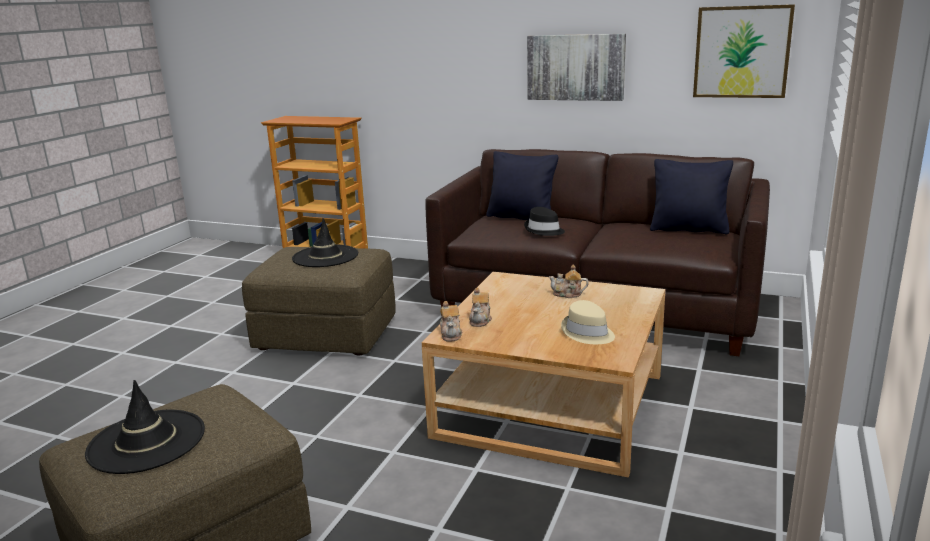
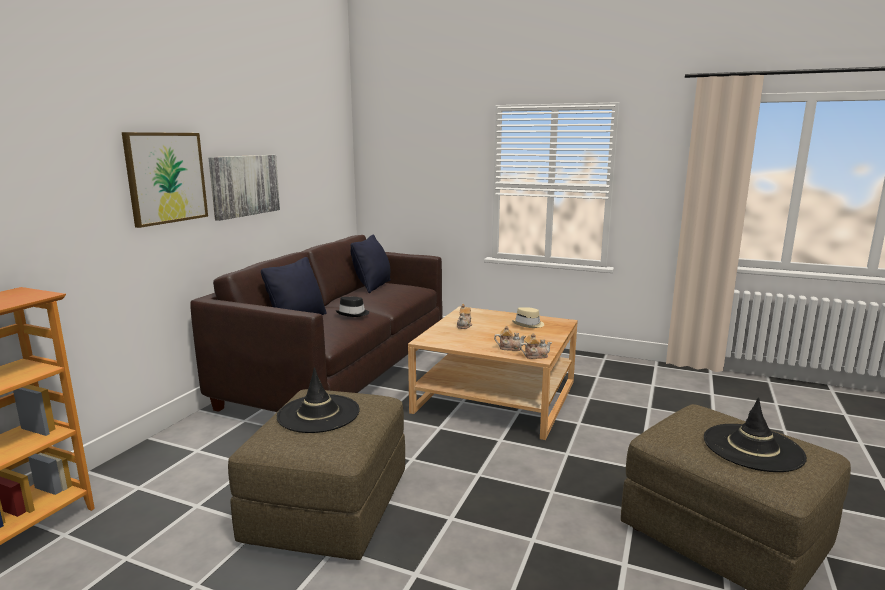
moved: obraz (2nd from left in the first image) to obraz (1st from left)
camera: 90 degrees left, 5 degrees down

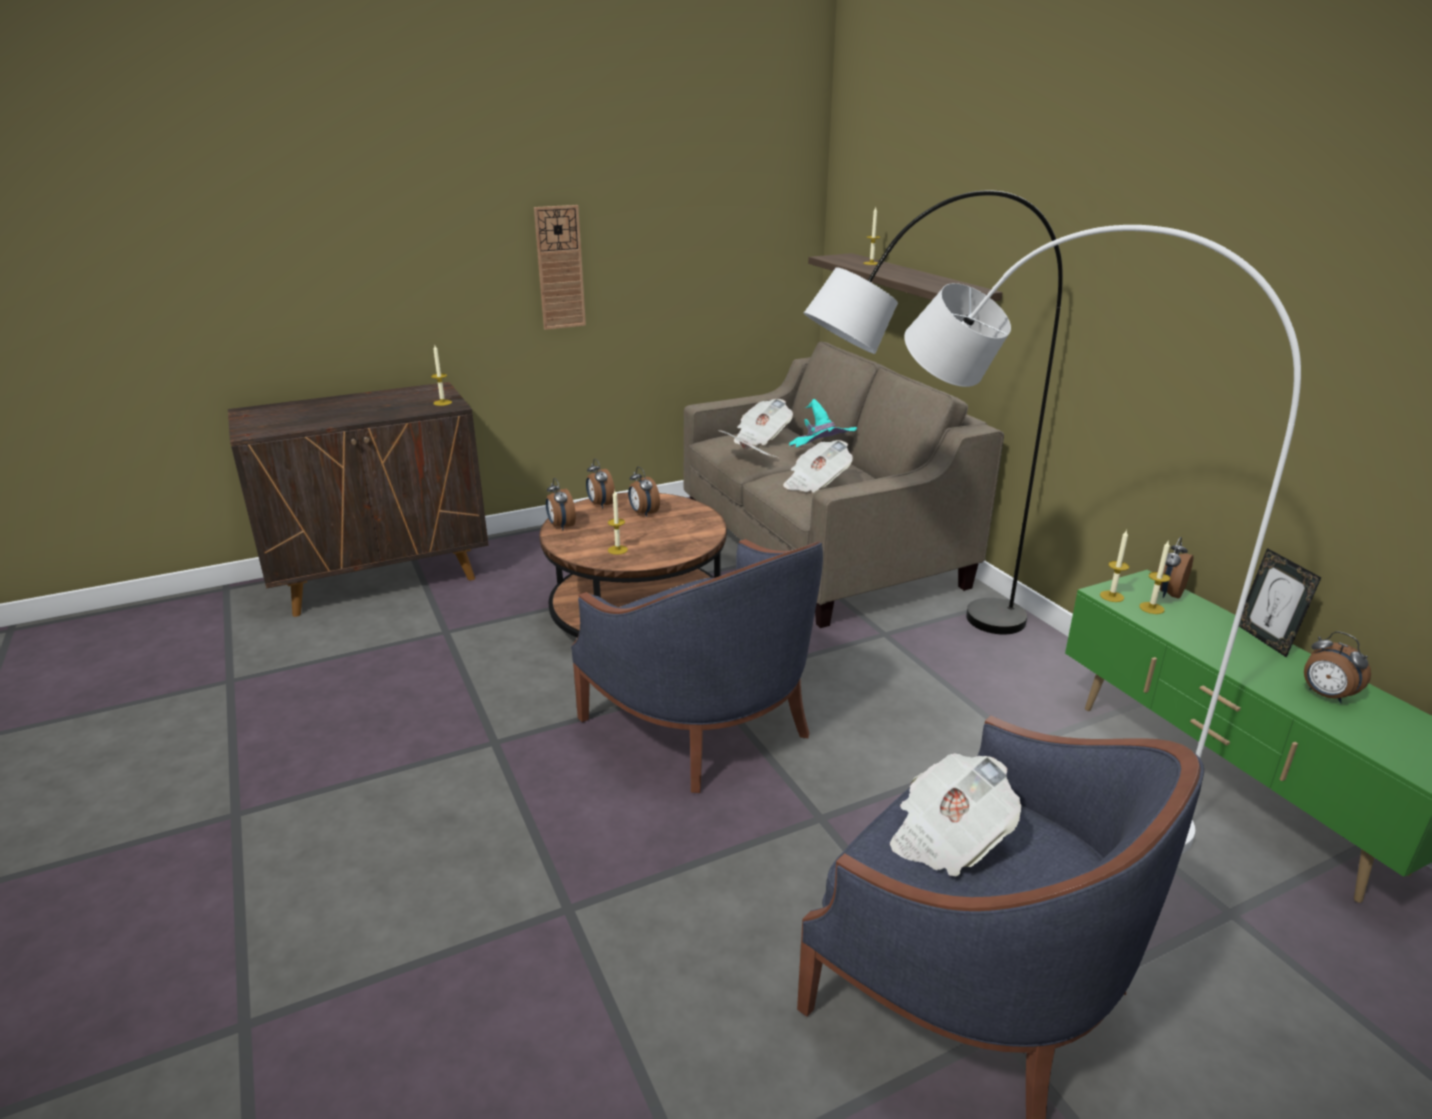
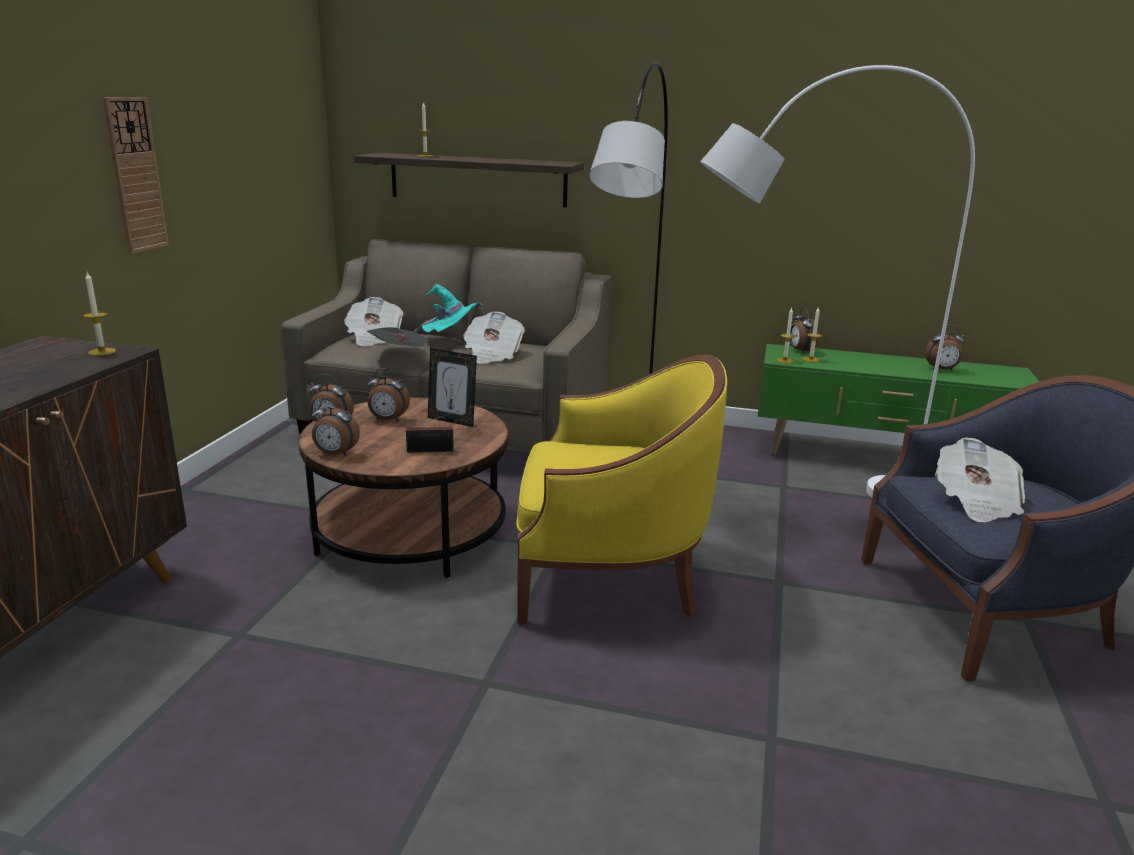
moved: ramka na zdjęcie
replaced: świeca (2nd from left) to radio
recoloured: fotel (niebieski) (1st from left) to fotel (żółty)
camera: 50 degrees left, 5 degrees down

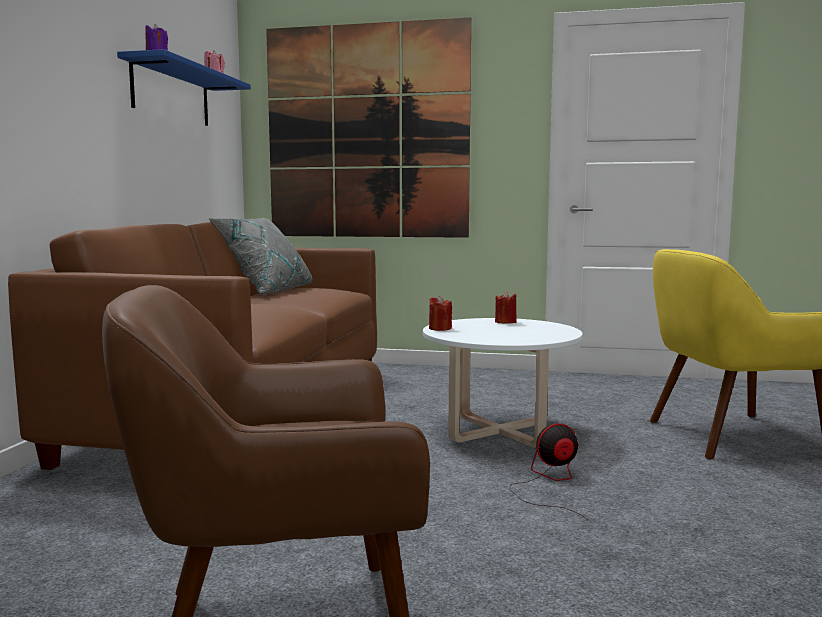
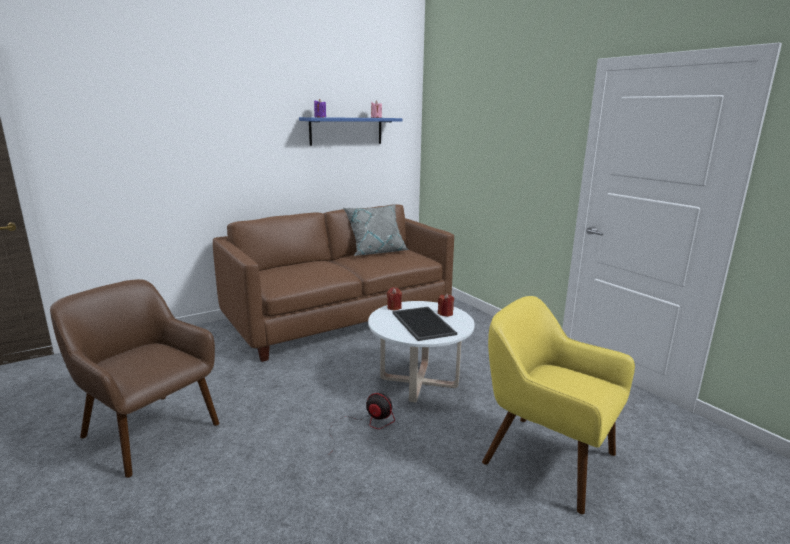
removed: obraz
added: taca
camera: 45 degrees right, 10 degrees up

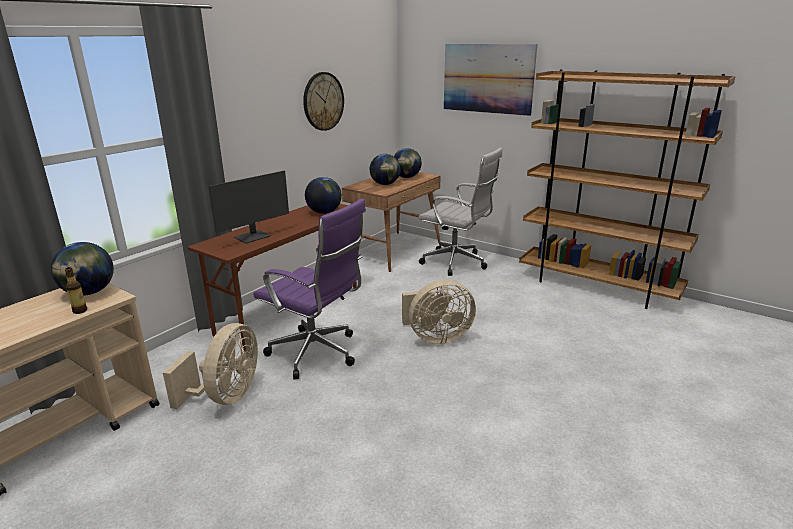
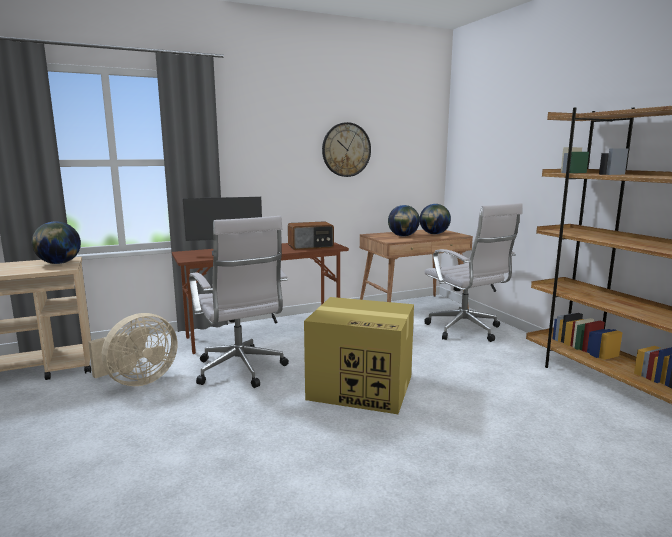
removed: butelka; obraz
replaced: globus (2nd from left) to radio; wentylator (beżowy) (2nd from left) to karton
recoloured: krzesło biurowe (fioletowy) to krzesło biurowe (biały) (1st from left)
camera: 30 degrees right, 10 degrees down

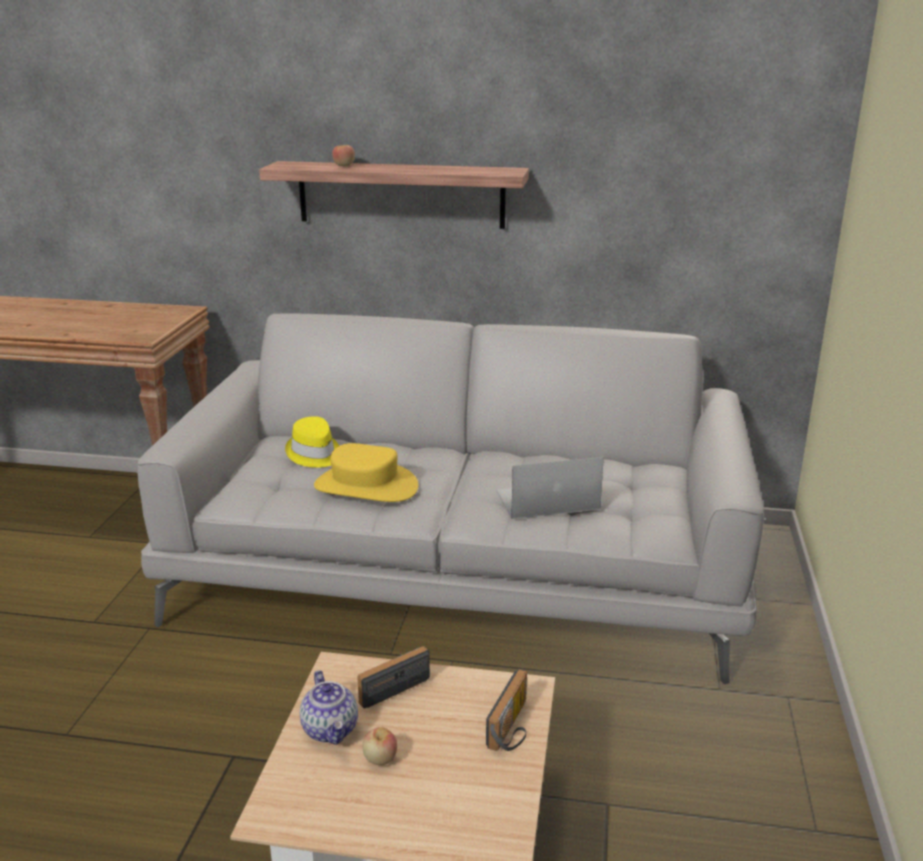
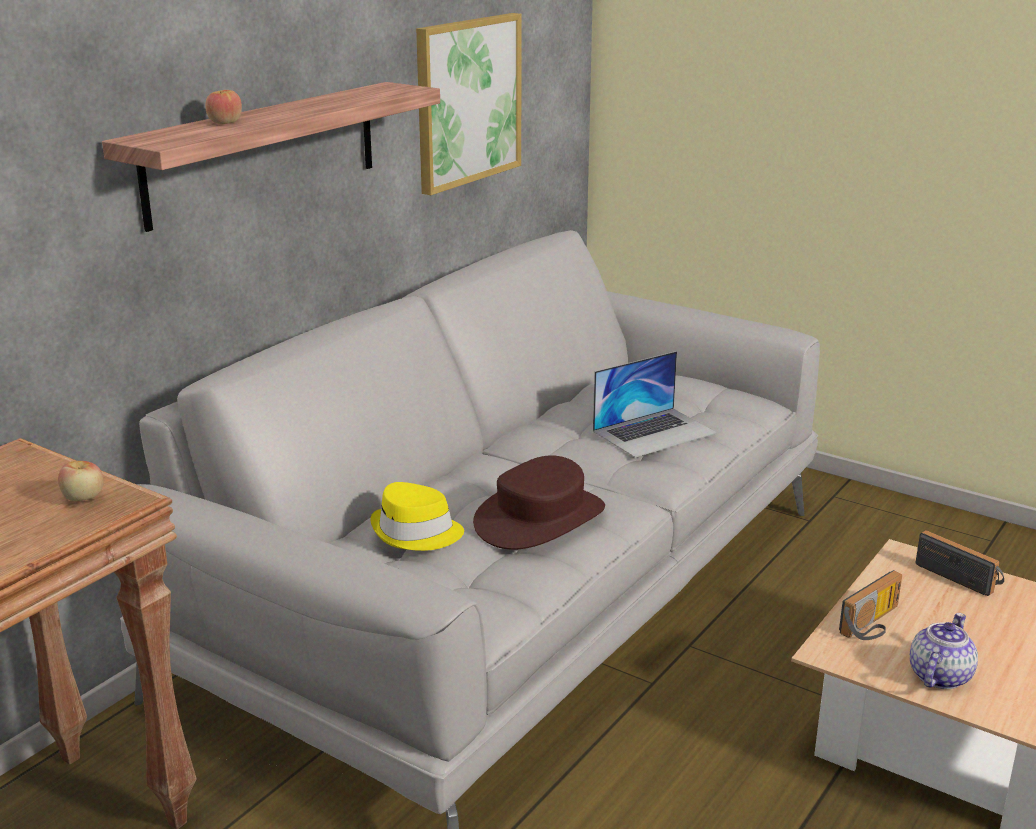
added: obraz
moved: jabłko (2nd from left in the first image) to jabłko (1st from left)
recoloured: kapelusz (żółty) (2nd from left) to kapelusz (brązowy)
turned: laptop 135 degrees counterclockwise; radio (1st from left) 120 degrees counterclockwise; imbryk 60 degrees counterclockwise
camera: 65 degrees left, 0 degrees up

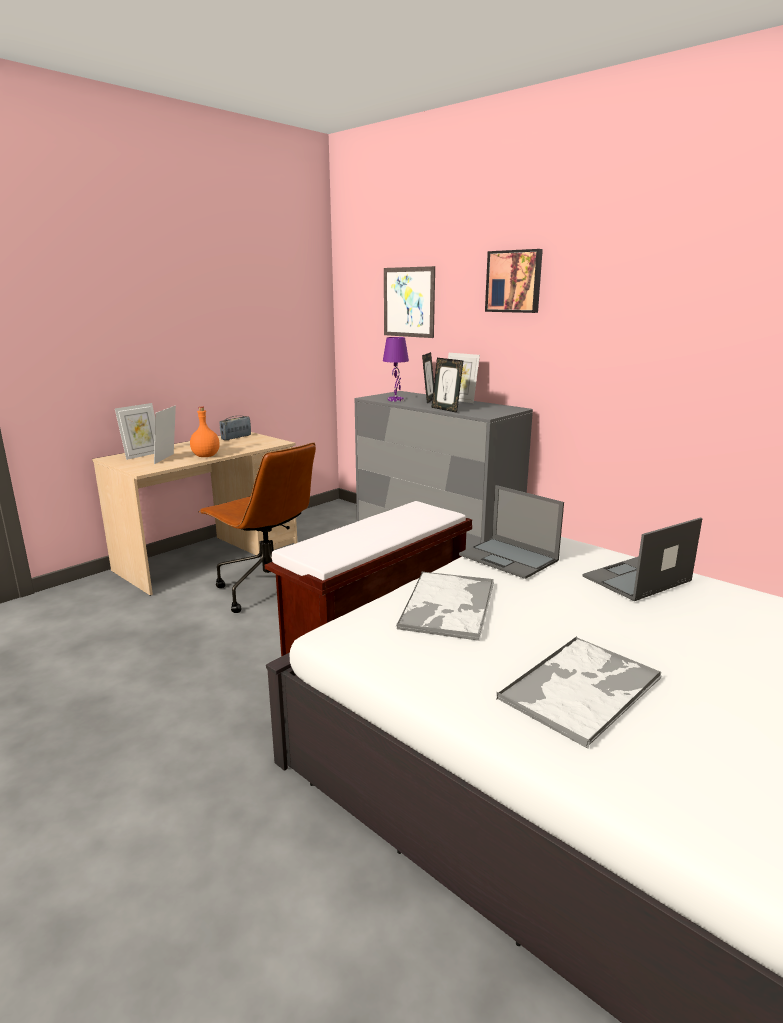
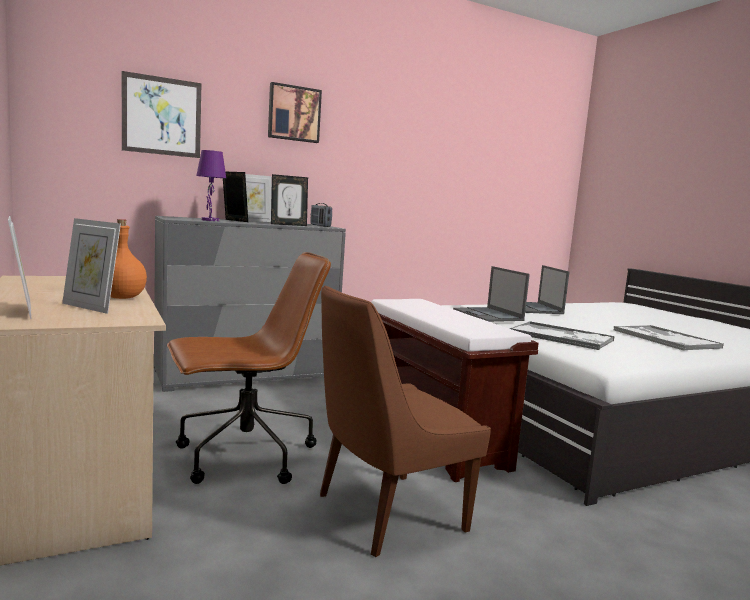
added: krzesło (brązowy)
moved: radio
turned: laptop (1st from left) 90 degrees clockwise
camera: 70 degrees left, 10 degrees down

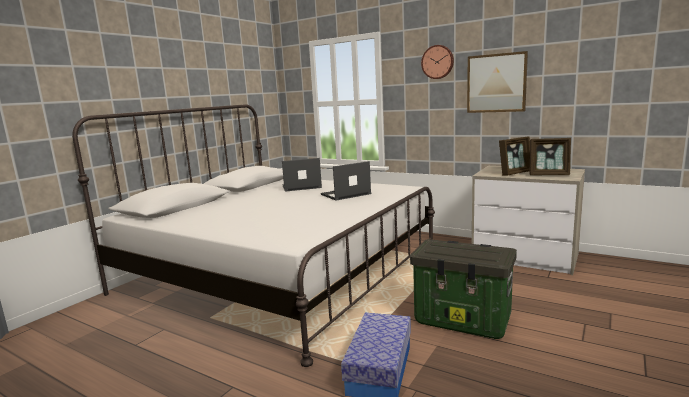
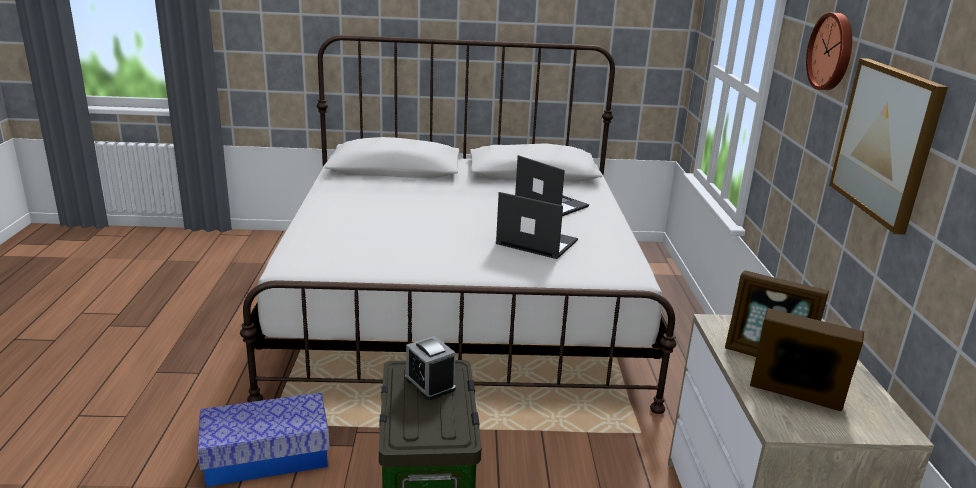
added: budzik
turned: ramka na zdjęcie (2nd from left) 135 degrees clockwise
camera: 55 degrees right, 10 degrees up

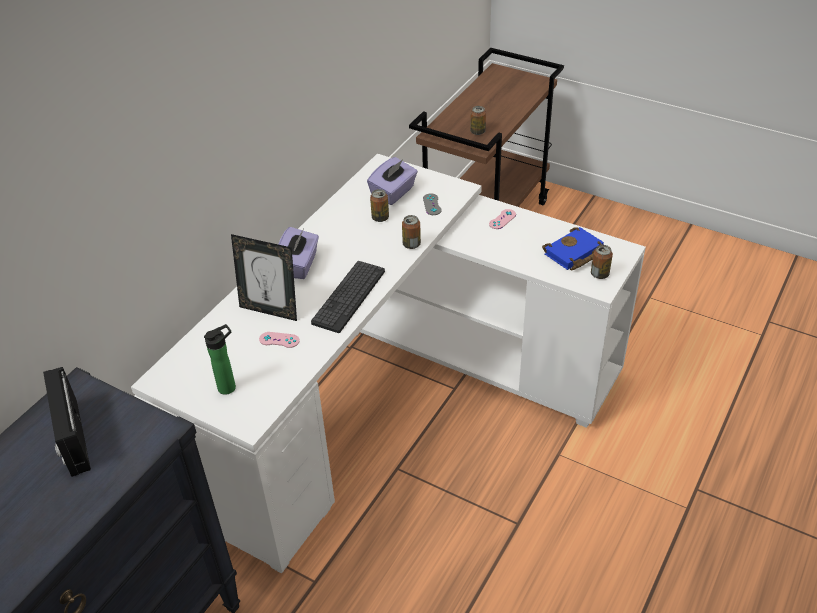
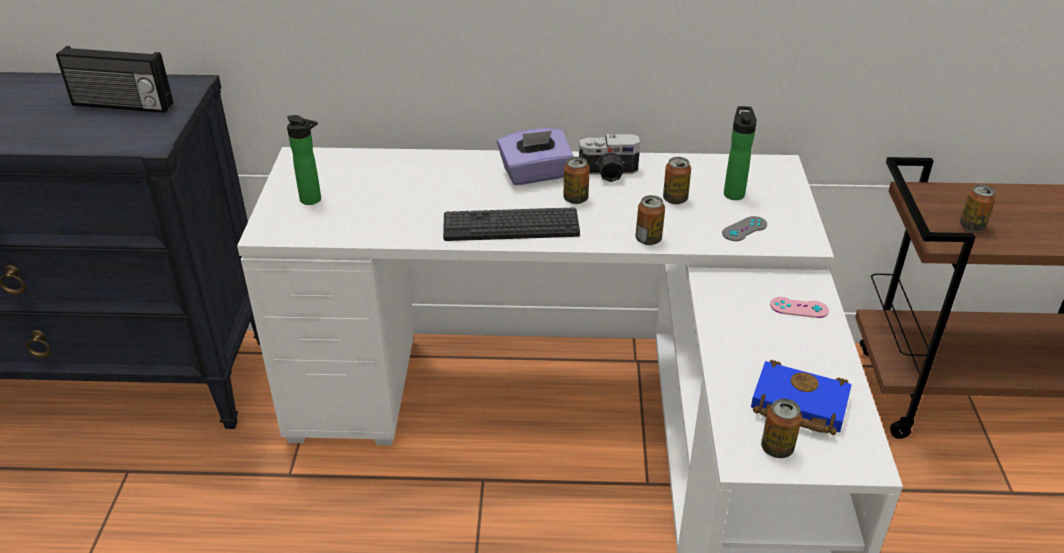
removed: ramka na zdjęcie; pad do gier (różowy) (1st from left)
added: puszka (1st from left); aparat fotograficzny
replaced: pudełko chusteczek (fioletowy) (2nd from left) to butelka (2nd from left)
turned: radio 120 degrees counterclockwise
camera: 60 degrees right, 5 degrees down

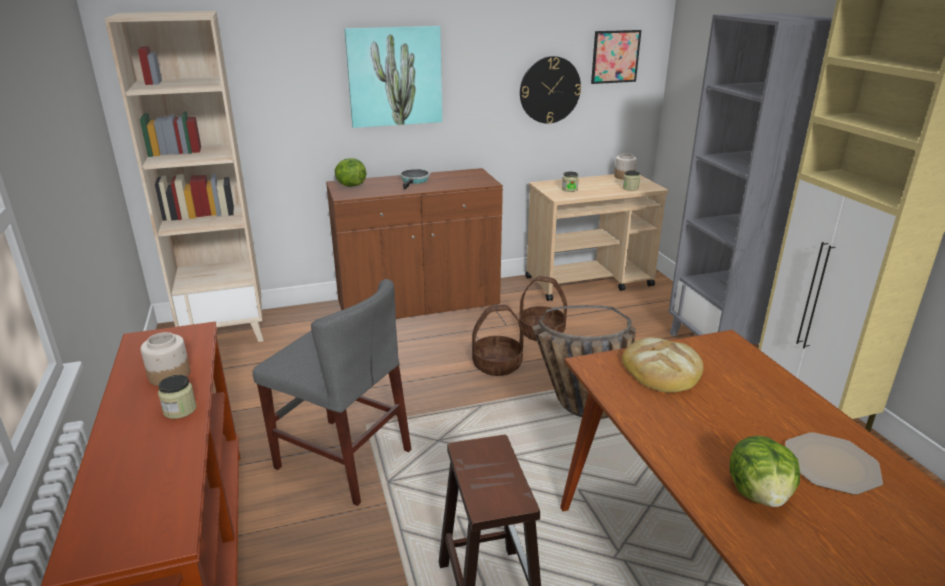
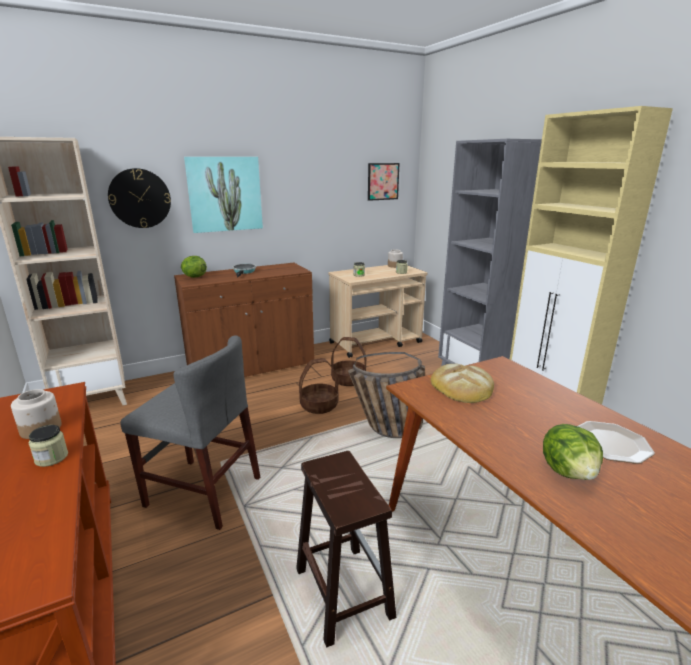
moved: zegar ścienny
camera: 10 degrees left, 5 degrees down

